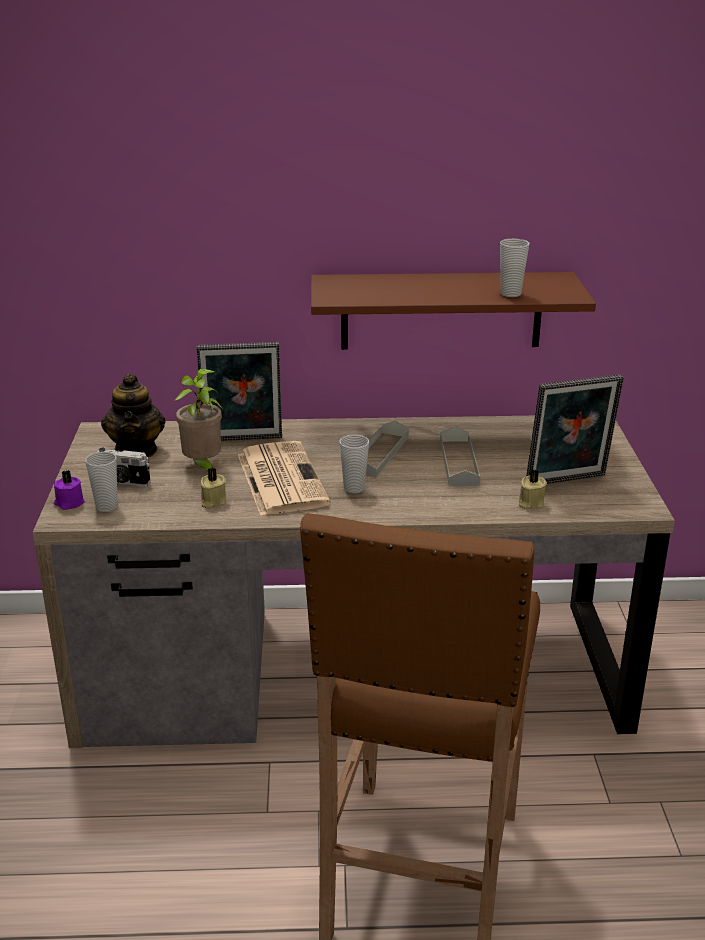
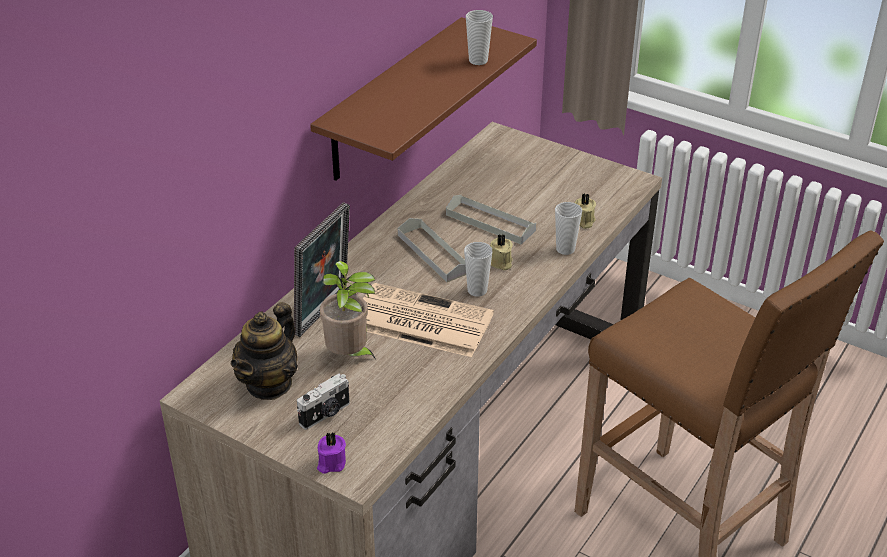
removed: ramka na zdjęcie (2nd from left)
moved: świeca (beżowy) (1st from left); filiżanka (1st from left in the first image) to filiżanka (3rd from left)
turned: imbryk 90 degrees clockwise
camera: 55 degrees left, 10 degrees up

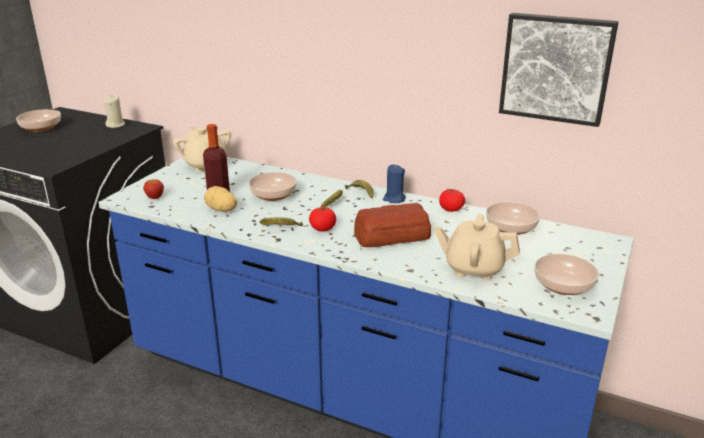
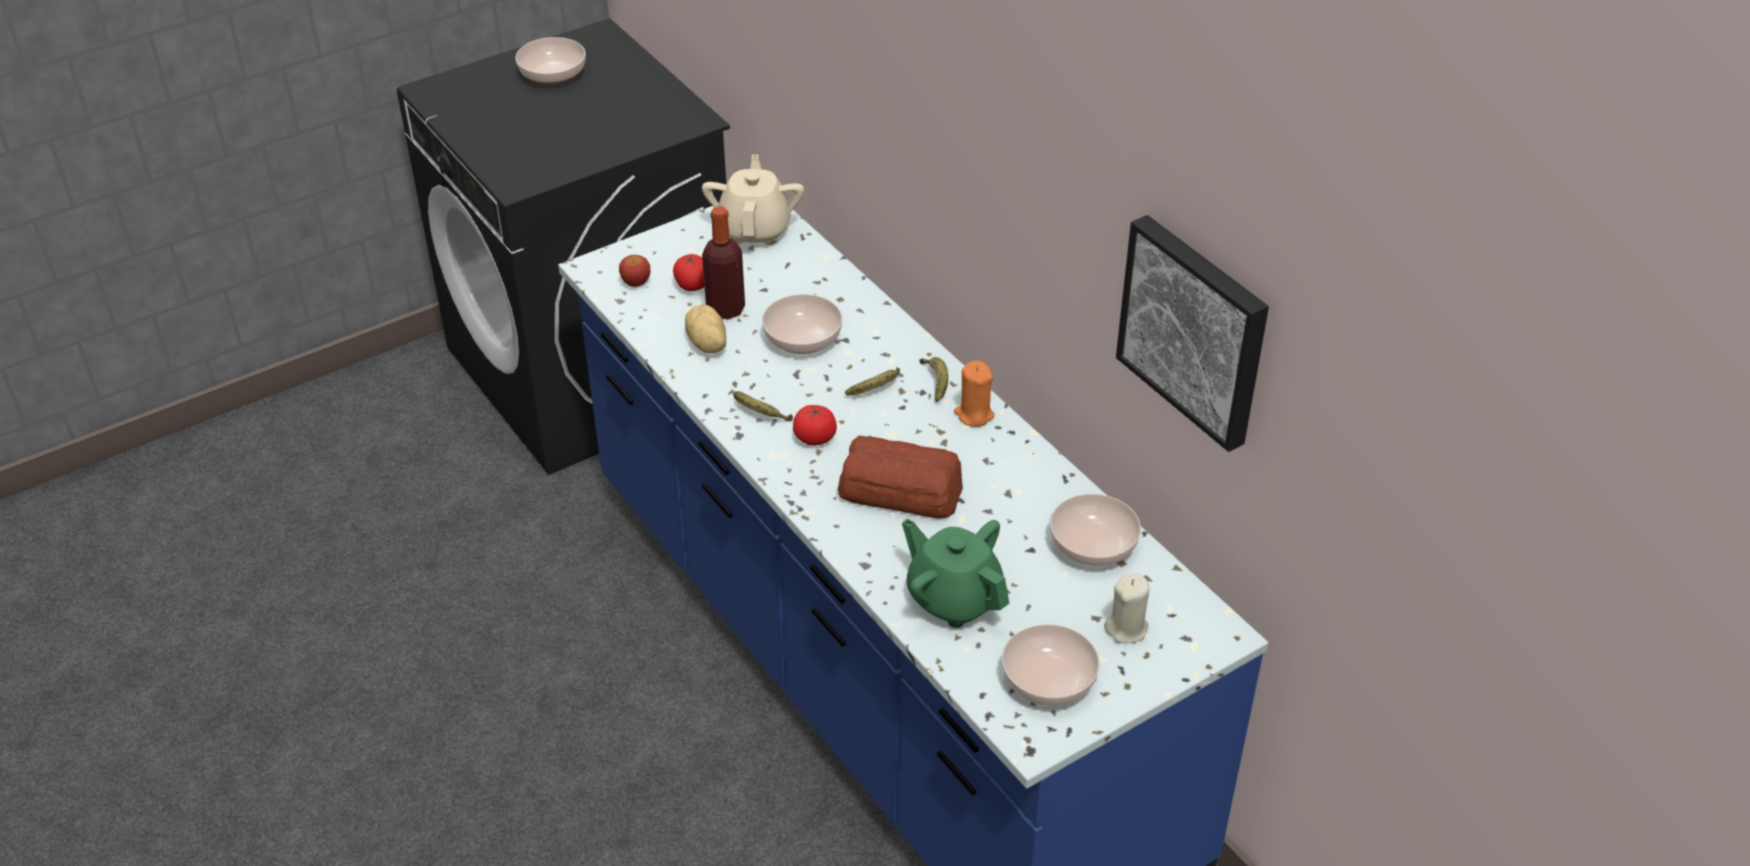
moved: pomidor (2nd from left in the first image) to pomidor (1st from left); świeca (beżowy)
recoloured: imbryk (beżowy) (2nd from left) to imbryk (zielony); świeca (niebieski) to świeca (pomarańczowy)
camera: 30 degrees right, 15 degrees up

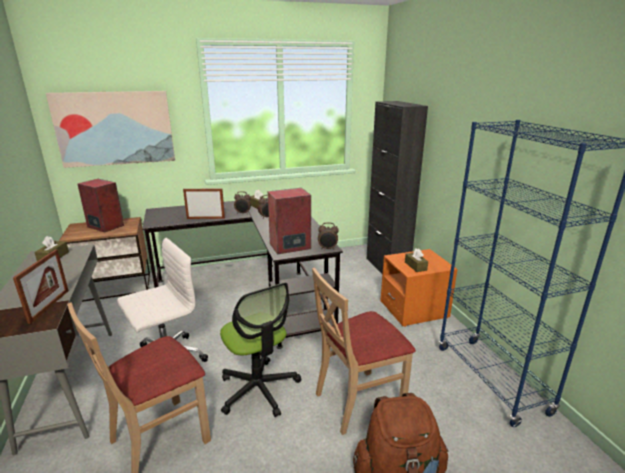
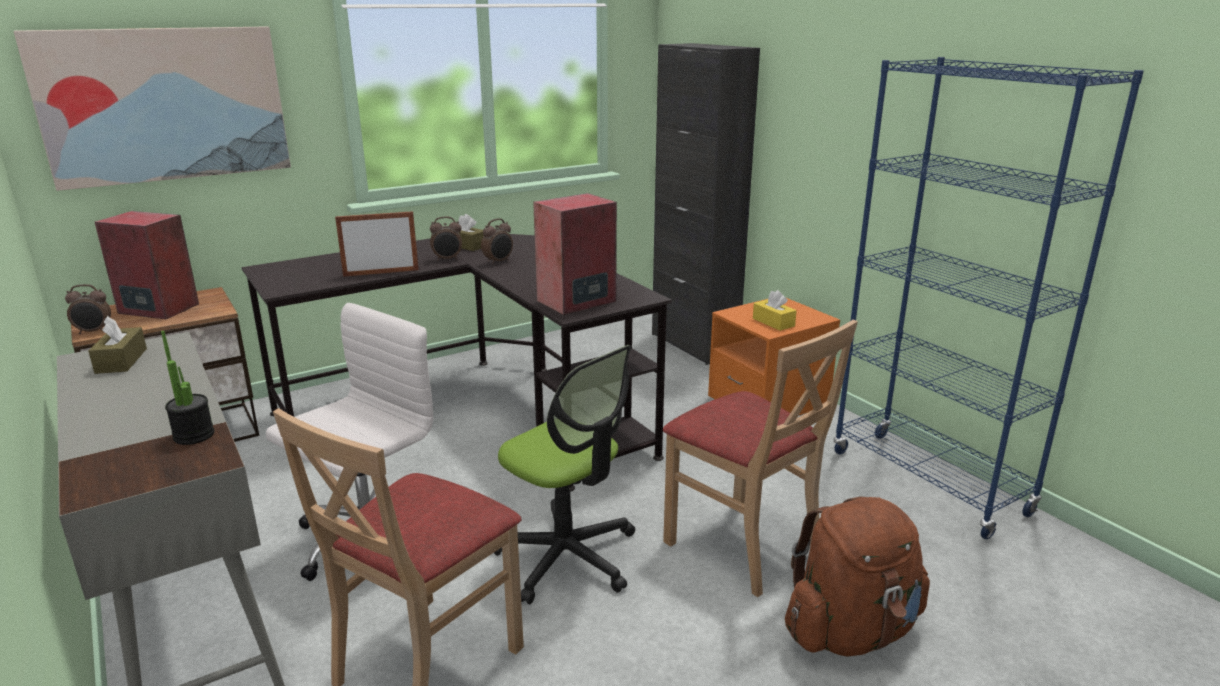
moved: budzik (3rd from left in the first image) to budzik (1st from left)
replaced: ramka na zdjęcie (1st from left) to roślina doniczkowa
recoloured: pudełko chusteczek (brązowy) (3rd from left) to pudełko chusteczek (żółty)
turned: krzesło (beżowy) (2nd from left) 90 degrees counterclockwise
camera: 15 degrees left, 0 degrees up

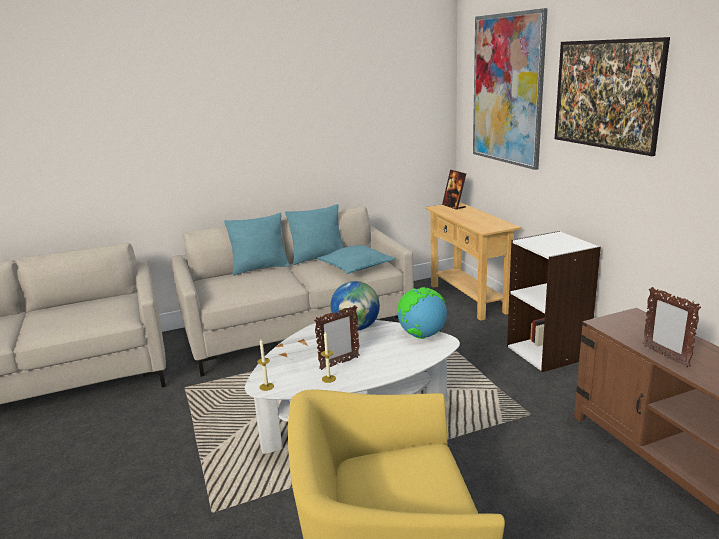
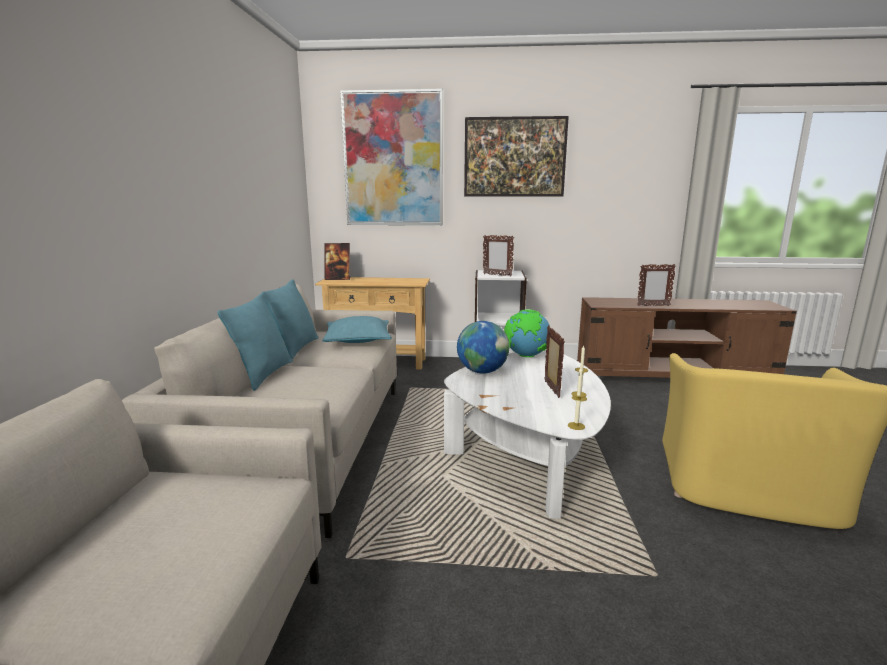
added: ramka na zdjęcie (2nd from left)
camera: 65 degrees left, 5 degrees down

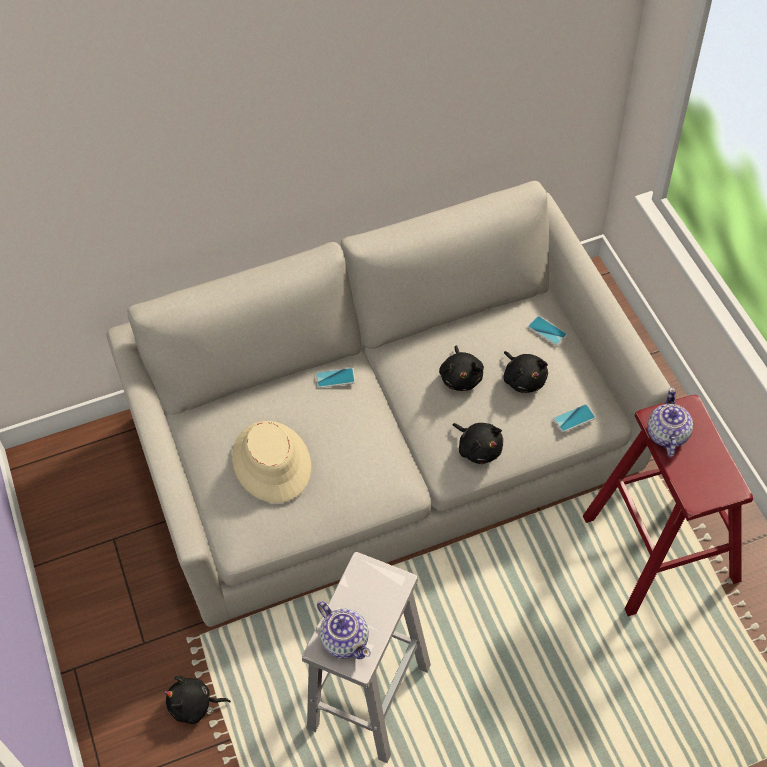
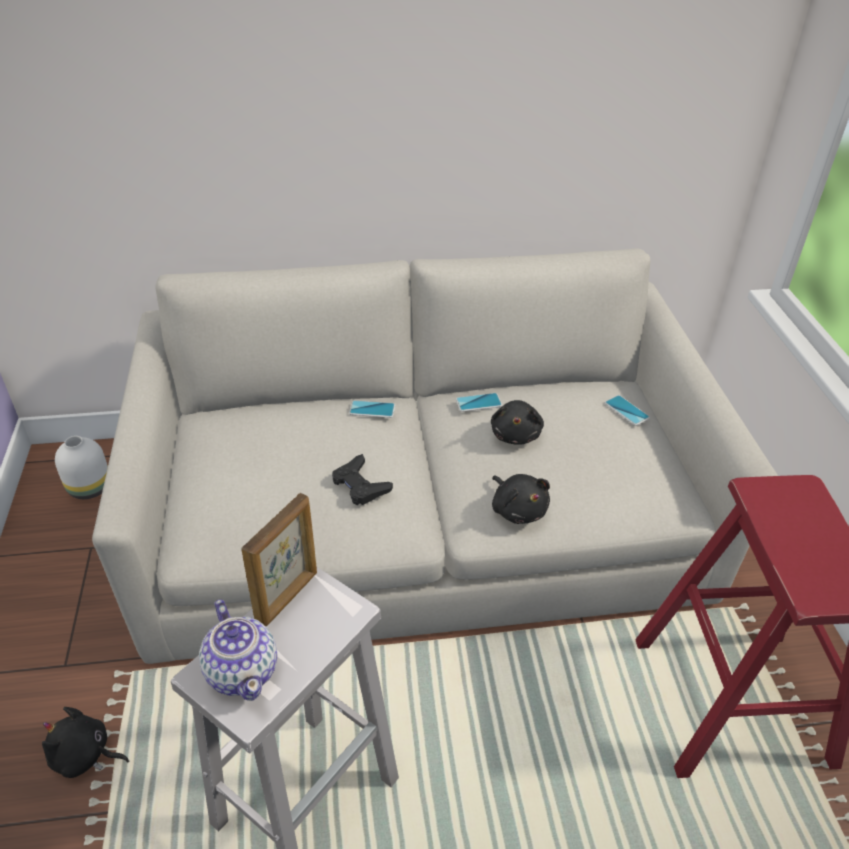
removed: kapelusz (beżowy); pluszak (czarny) (4th from left); imbryk (2nd from left)
added: wazon (biały); ramka na zdjęcie; pad do gier (czarny)
moved: telefon (3rd from left in the first image) to telefon (2nd from left)
camera: 10 degrees right, 15 degrees down

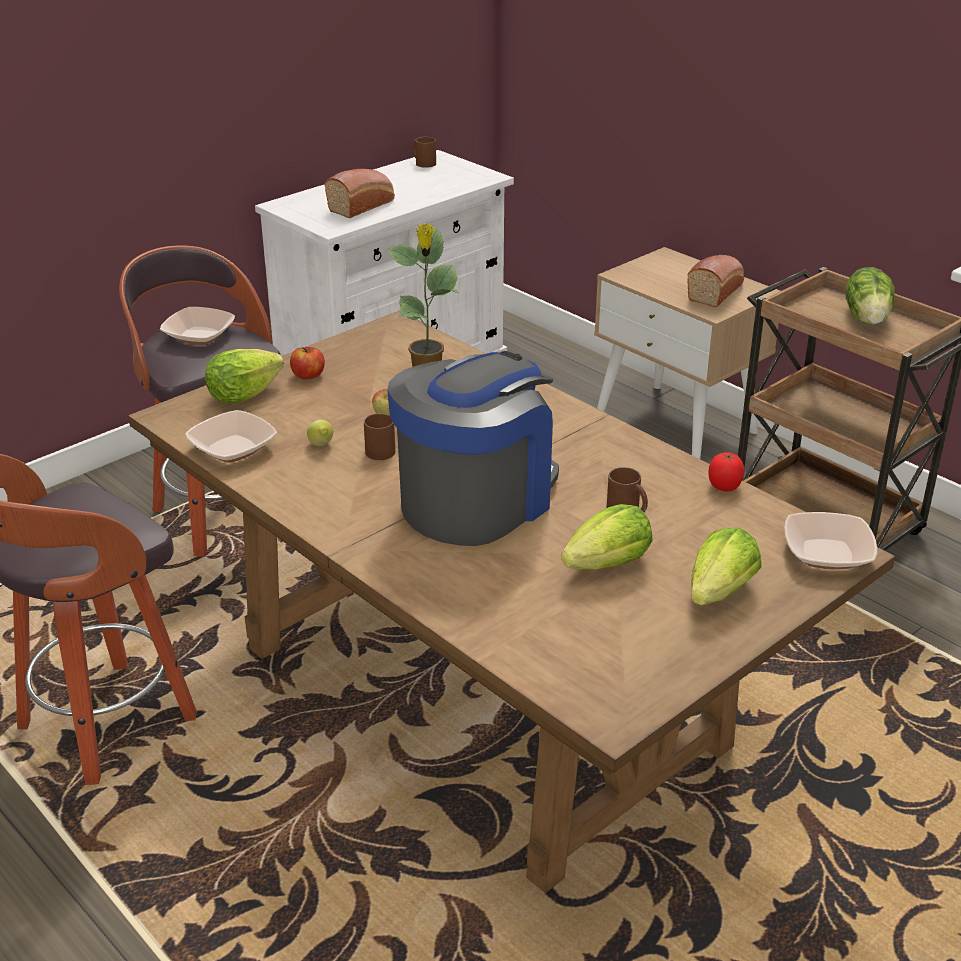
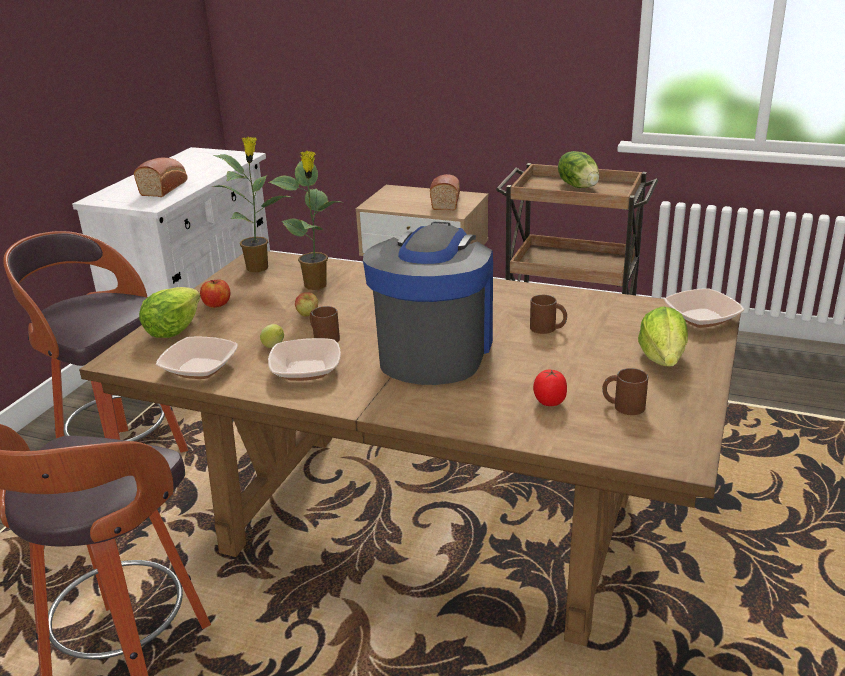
removed: sałata (2nd from left)
added: roślina doniczkowa (1st from left)
moved: miska (1st from left in the first image) to miska (2nd from left); pomidor; kubek (brązowy) (2nd from left in the first image) to kubek (brązowy) (3rd from left)
camera: 25 degrees left, 5 degrees down

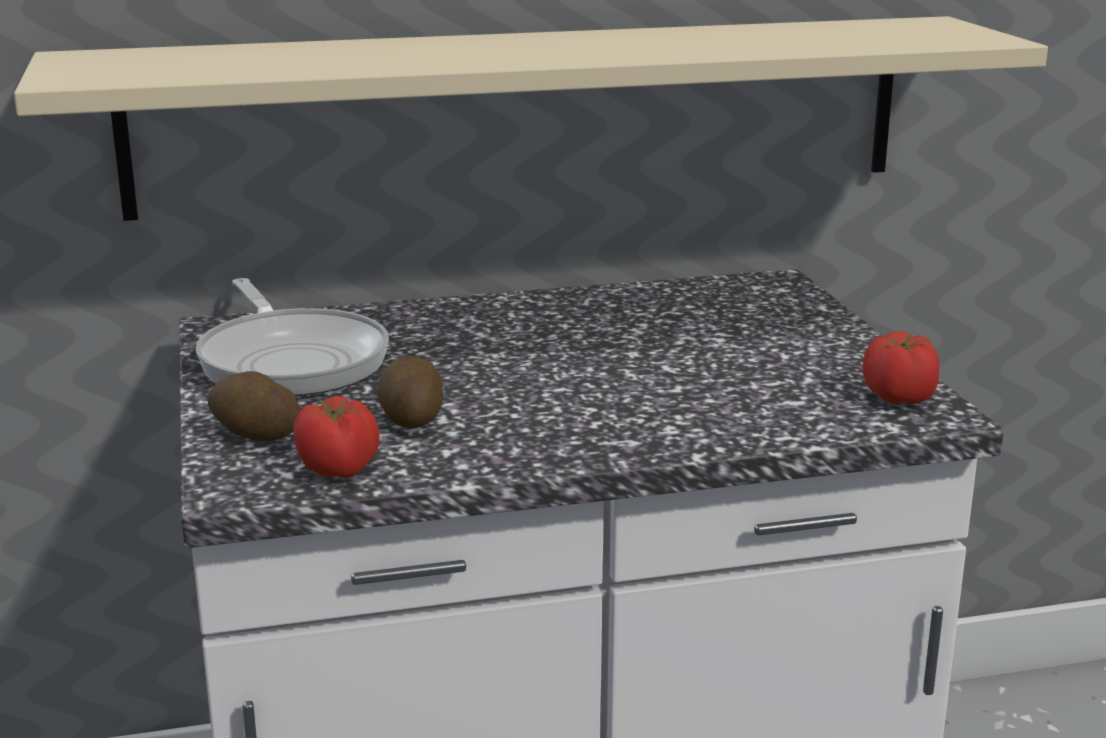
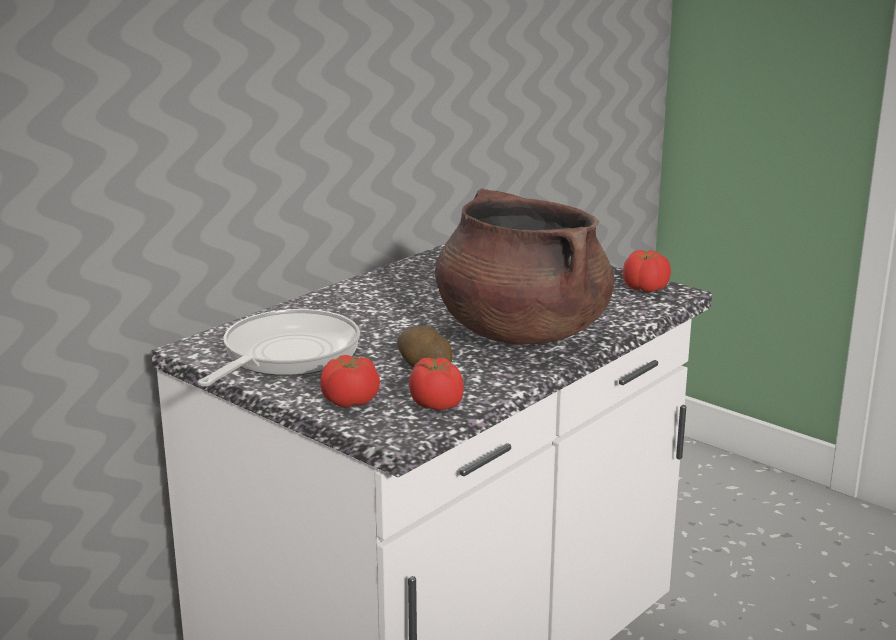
removed: półka (beżowy)
added: garnek (brązowy)
replaced: ziemniak (1st from left) to pomidor (1st from left)
turned: patelnia 90 degrees counterclockwise
camera: 35 degrees left, 0 degrees up

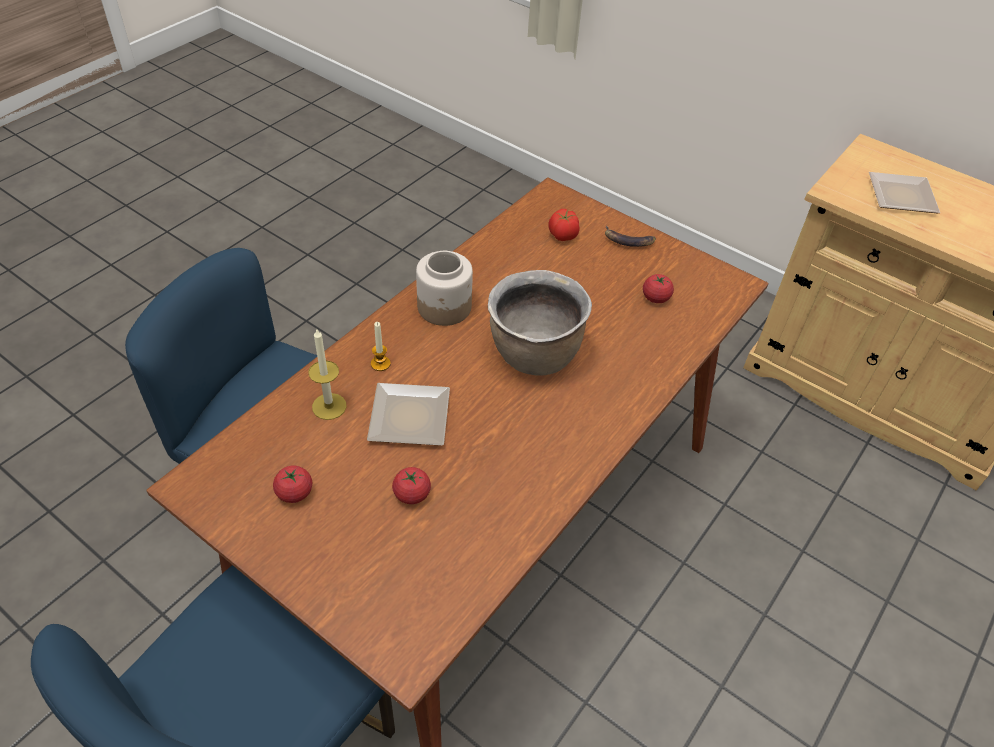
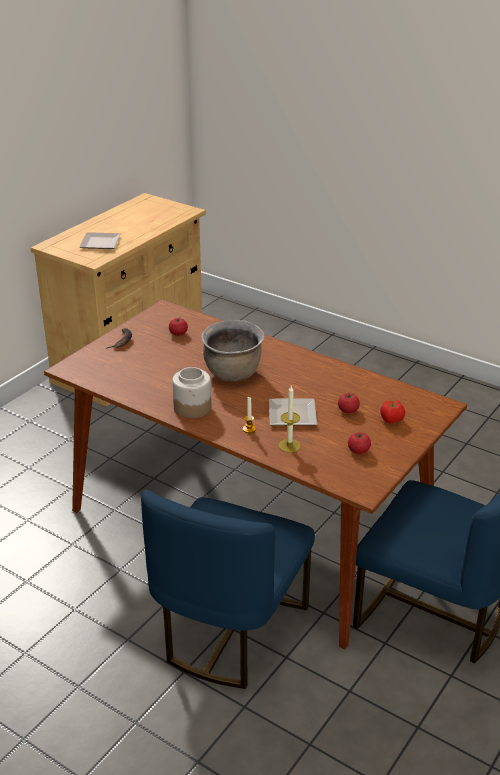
moved: pomidor (3rd from left in the first image) to pomidor (4th from left)
camera: 90 degrees left, 15 degrees down

